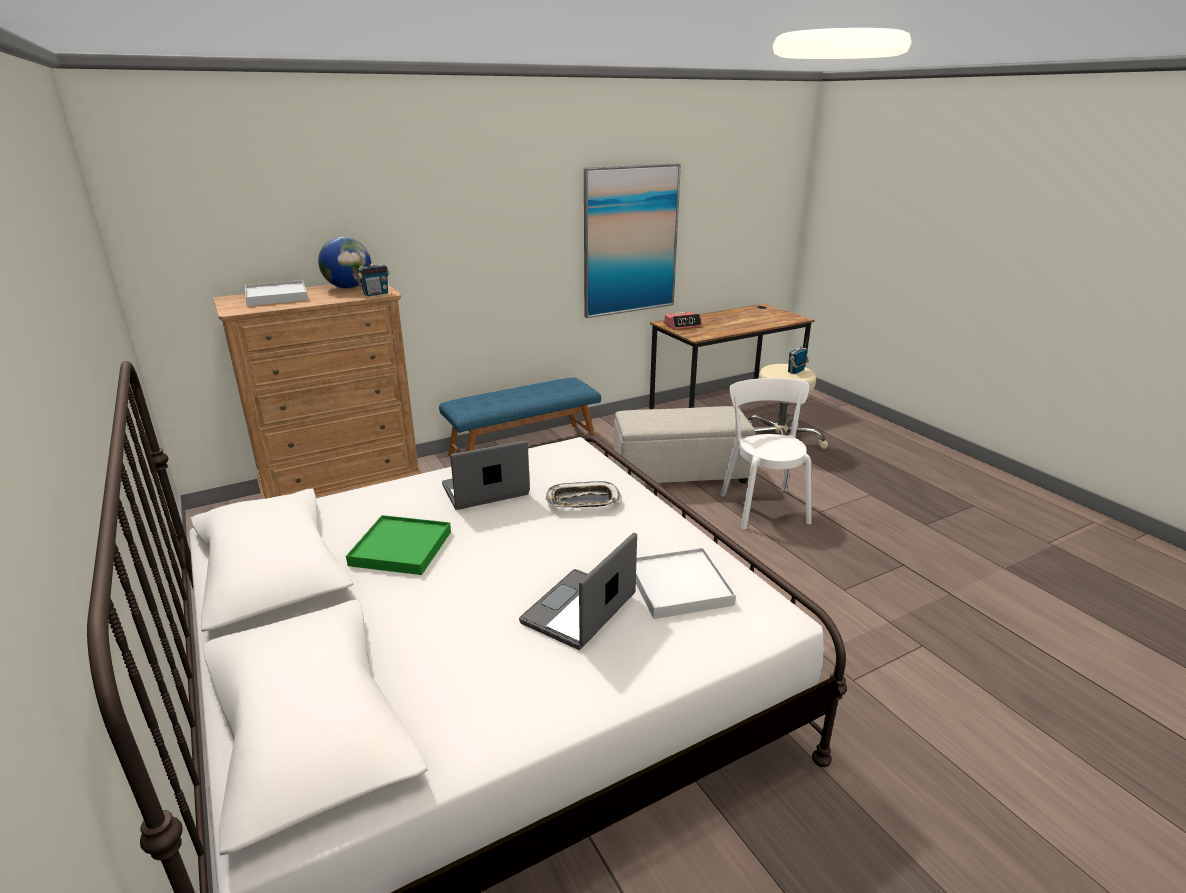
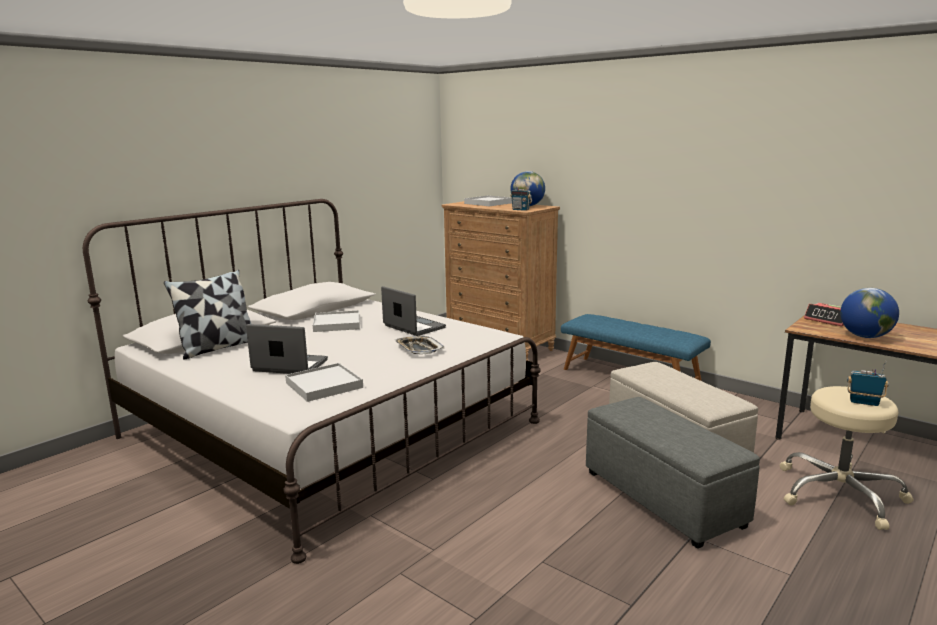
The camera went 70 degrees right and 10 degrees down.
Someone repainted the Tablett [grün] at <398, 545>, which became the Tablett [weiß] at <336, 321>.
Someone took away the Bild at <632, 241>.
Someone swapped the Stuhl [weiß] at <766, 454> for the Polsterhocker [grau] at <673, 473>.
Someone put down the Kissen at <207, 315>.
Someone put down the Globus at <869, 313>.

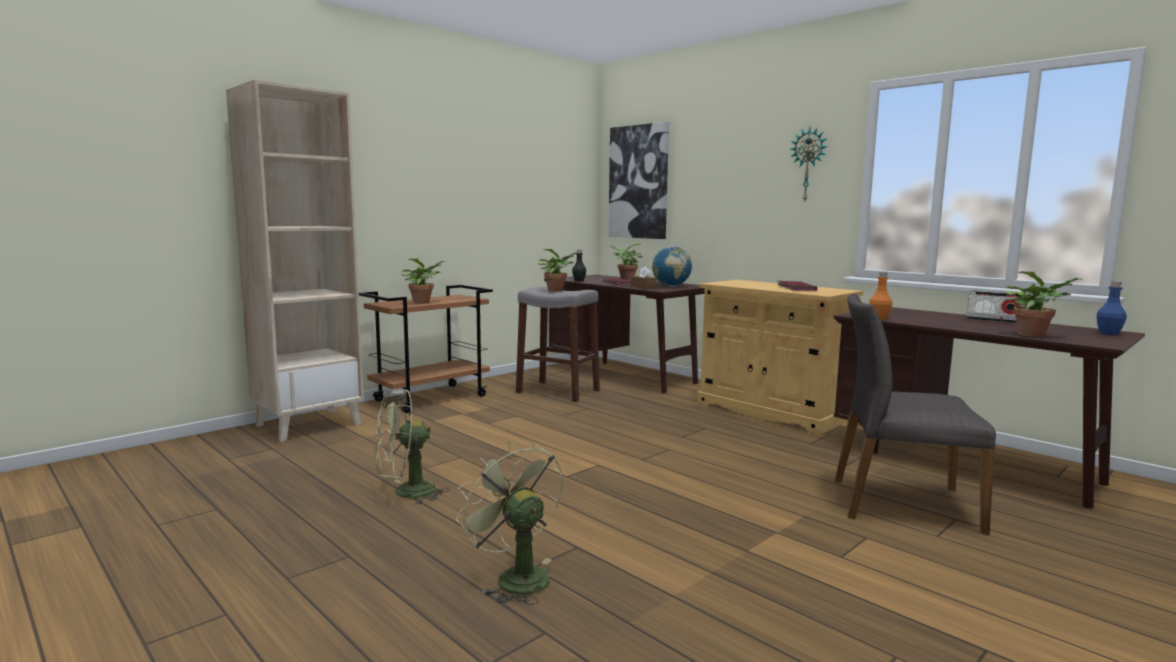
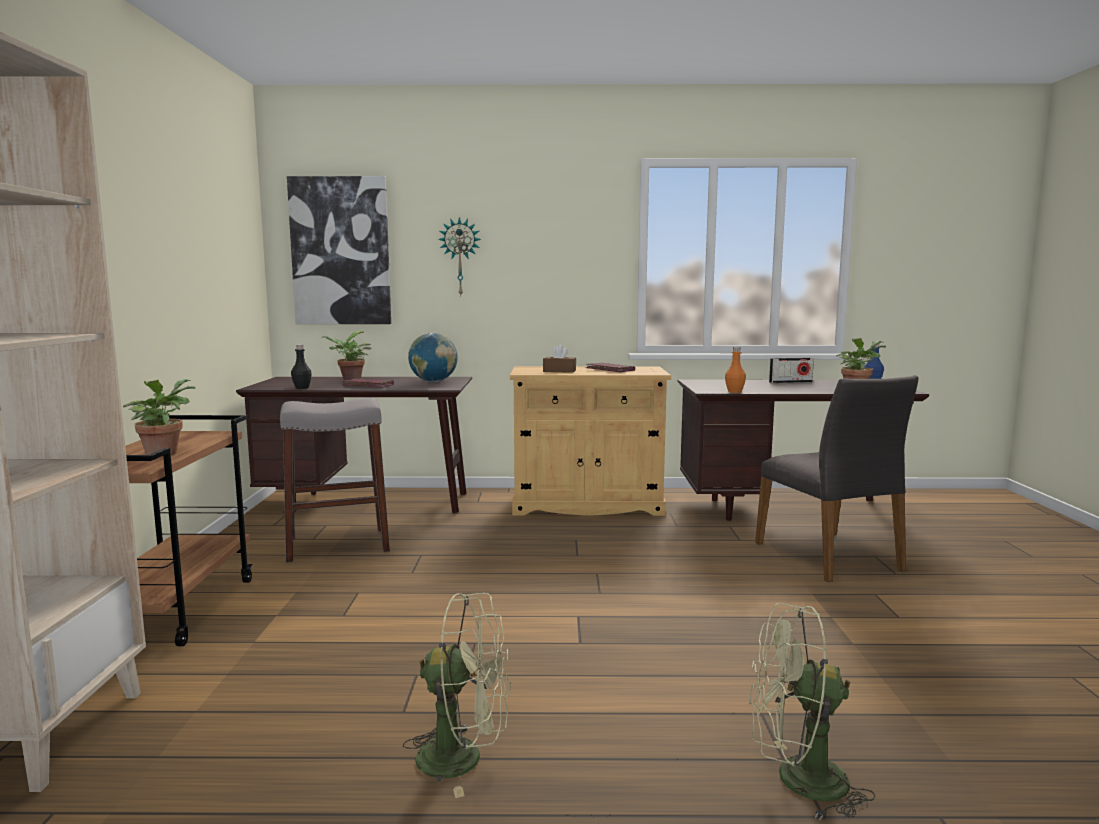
The camera went 45 degrees left and 0 degrees up.
Someone rotated the Ventilator [grün] at <412, 447> by 105 degrees counterclockwise.
Someone took away the Topfpflanze at <558, 270>.
Someone carried the Taschentuchbox [braun] from <644, 278> to <559, 359>.
Someone carried the Wanduhr from <808, 164> to <459, 256>.
Someone rotated the Stuhl [grau] at <915, 414> by 75 degrees counterclockwise.

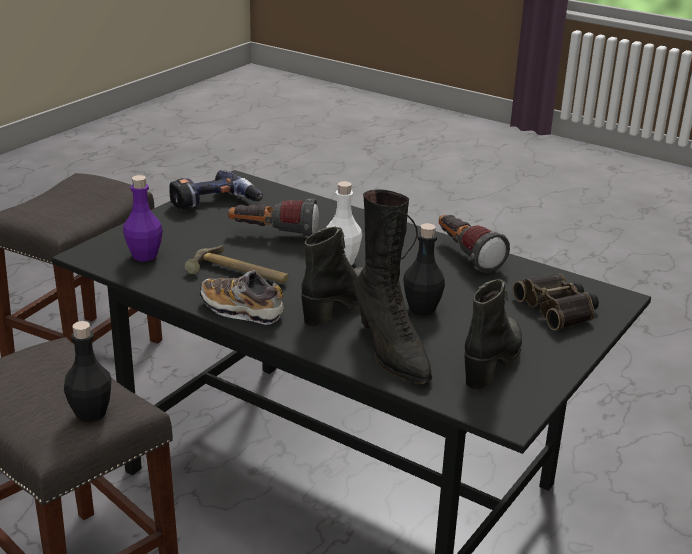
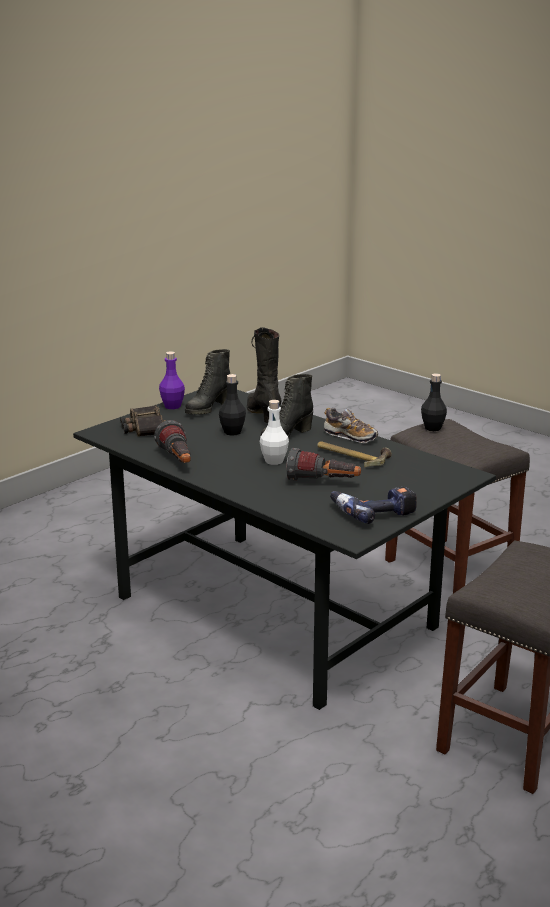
The camera went 170 degrees left and 5 degrees down.
Someone carried the Flasche [lila] from <143, 218> to <172, 380>.

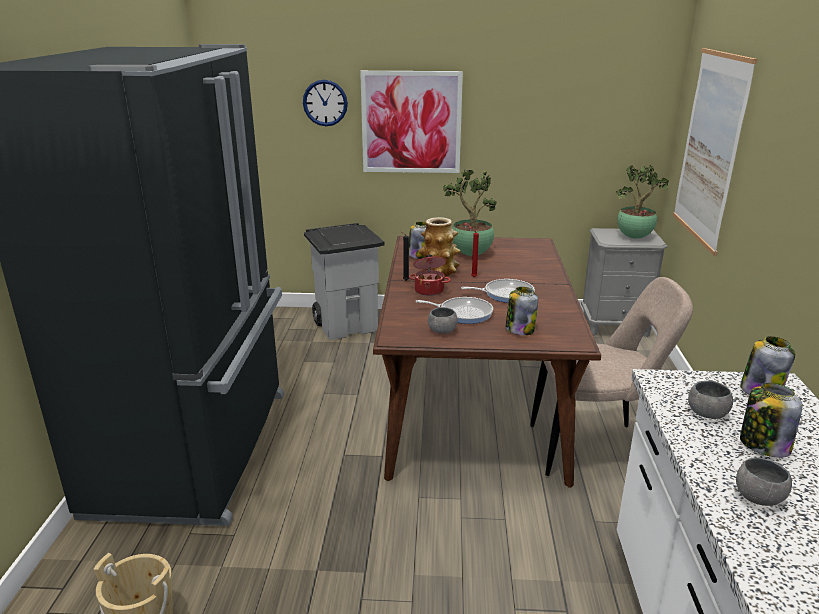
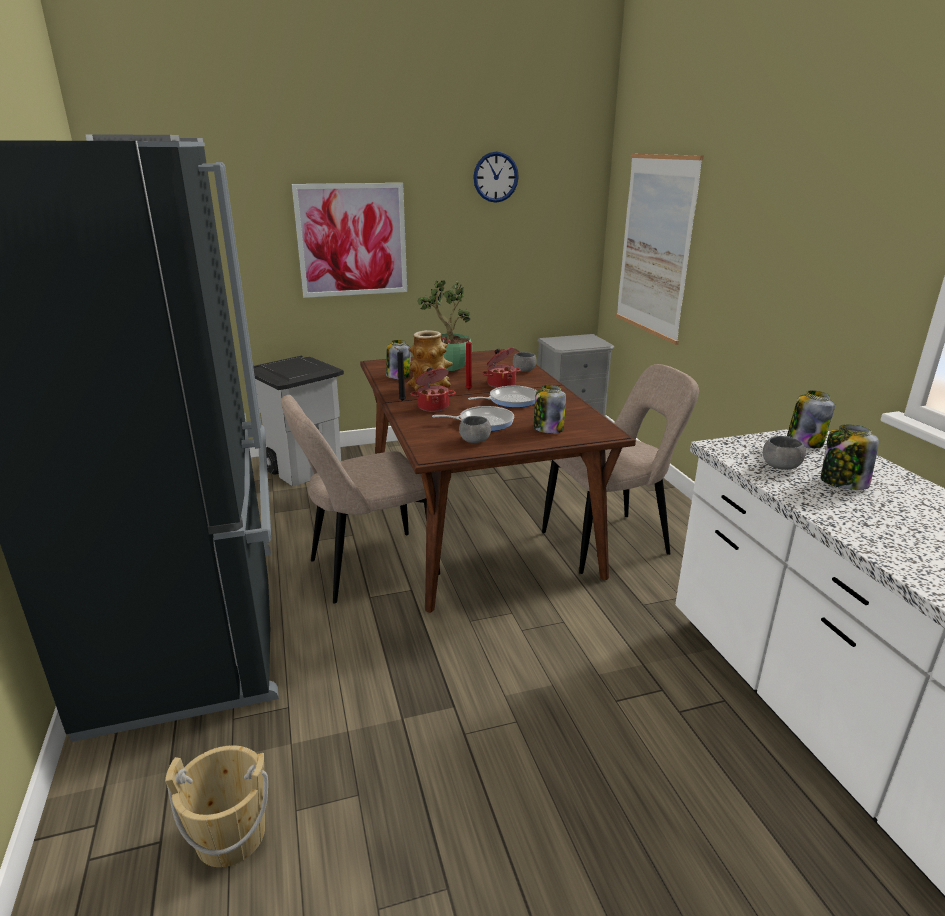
The camera went 20 degrees left and 0 degrees up.
Someone carried the Wanduhr from <325, 103> to <496, 177>.
Someone took away the Topfpflanze at <643, 202>.
Someone carried the Schüssel [grau] from <764, 482> to <525, 362>.
Someone put down the Stuhl [beige] at <360, 499>.
Someone put down the Kochtopf at <501, 367>.

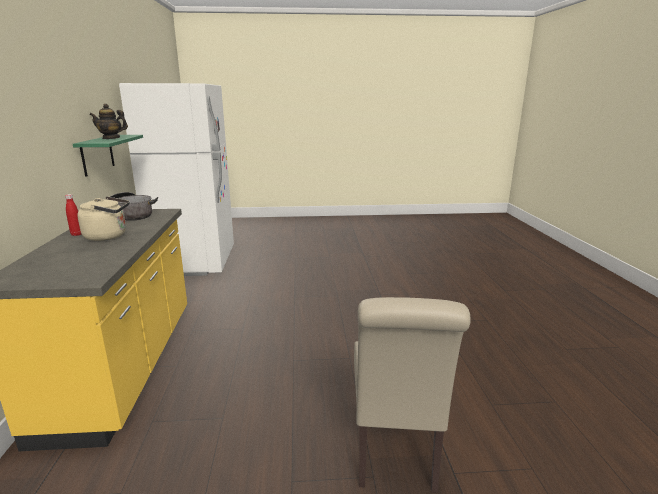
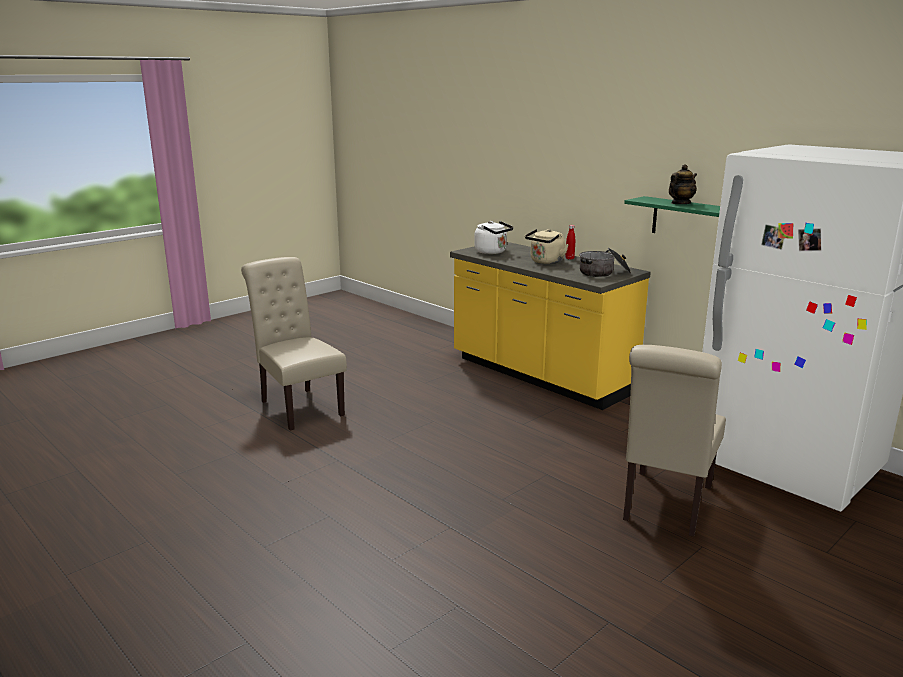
The camera went 140 degrees right and 0 degrees up.
Someone put down the Wasserkessel [weiß] at <493, 237>.
Someone put down the Stuhl [beige] at <674, 441>.

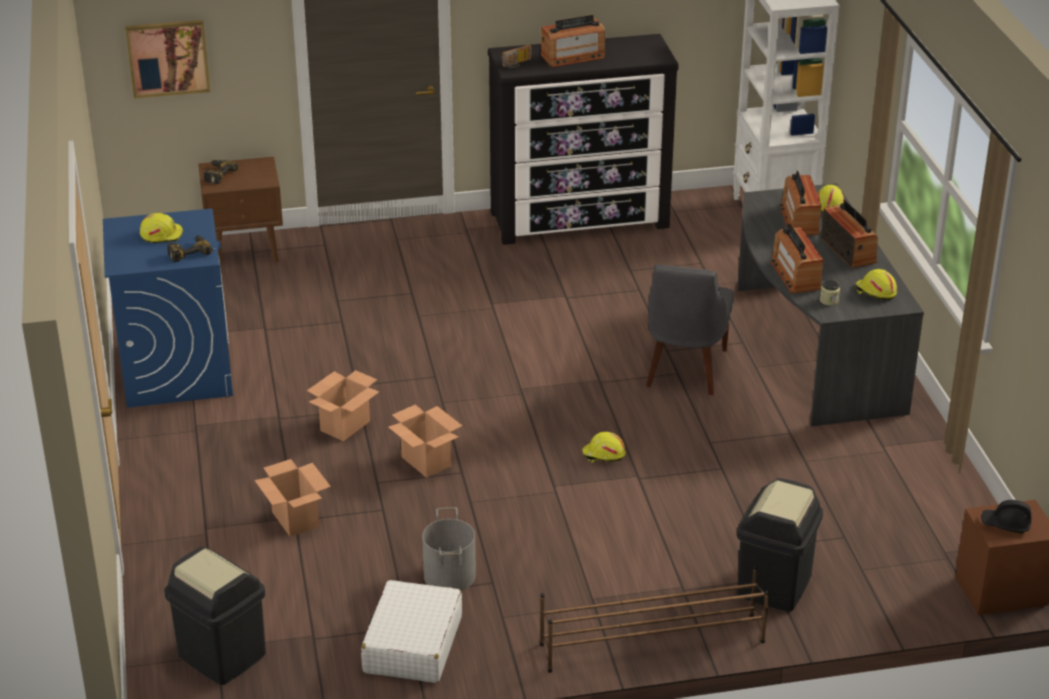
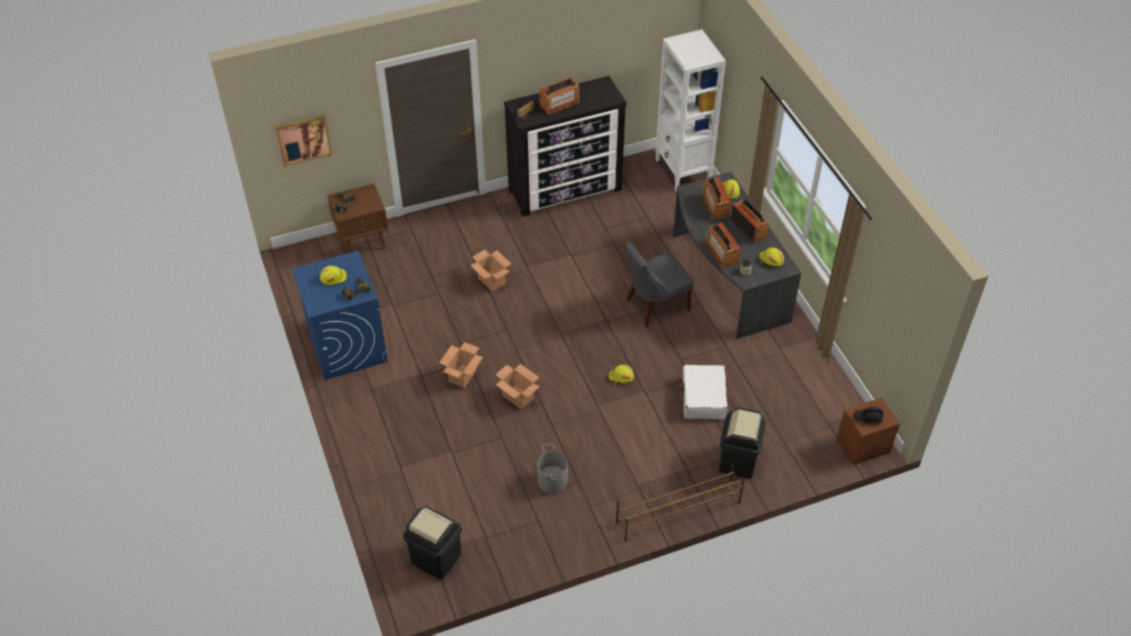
The camera went 10 degrees left and 15 degrees up.
Someone carried the Karton from <293, 498> to <490, 271>.
Someone carried the Koffer [weiß] from <411, 631> to <703, 392>.
Someone rotated the Stuhl [grau] at <690, 330> by 60 degrees clockwise.

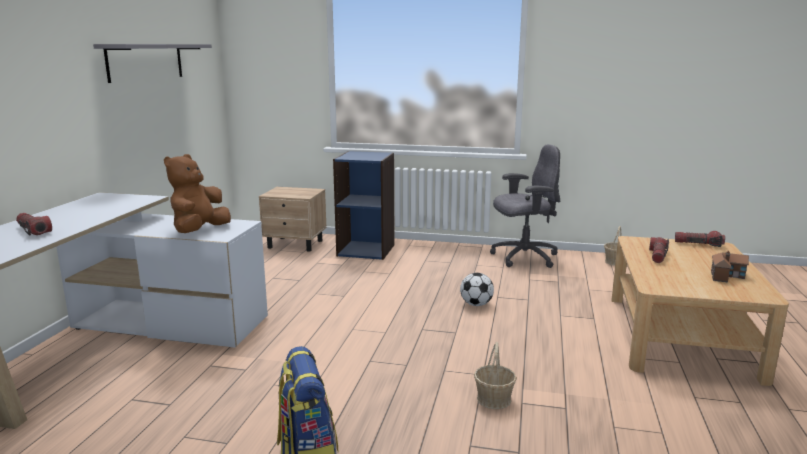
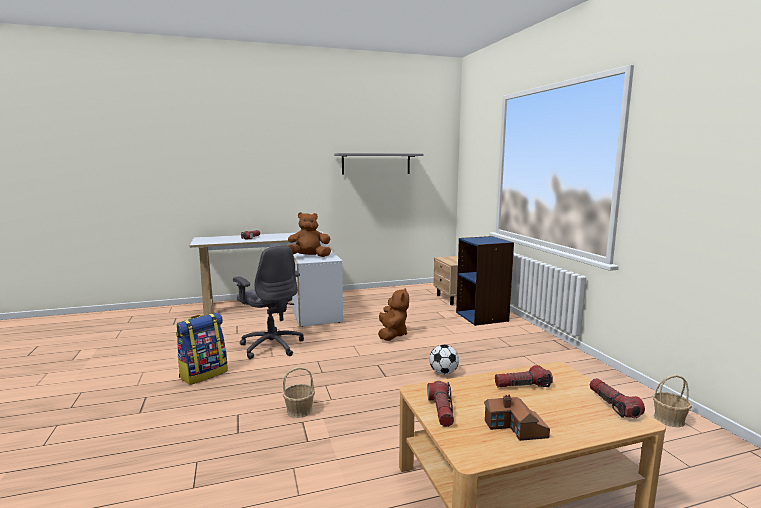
The camera went 60 degrees right and 5 degrees down.
Someone carried the Bürostuhl [grau] from <525, 206> to <268, 302>.
Someone put down the Plüschtier [braun] at <393, 314>.
Someone put down the Taschenlampe at <440, 404>.

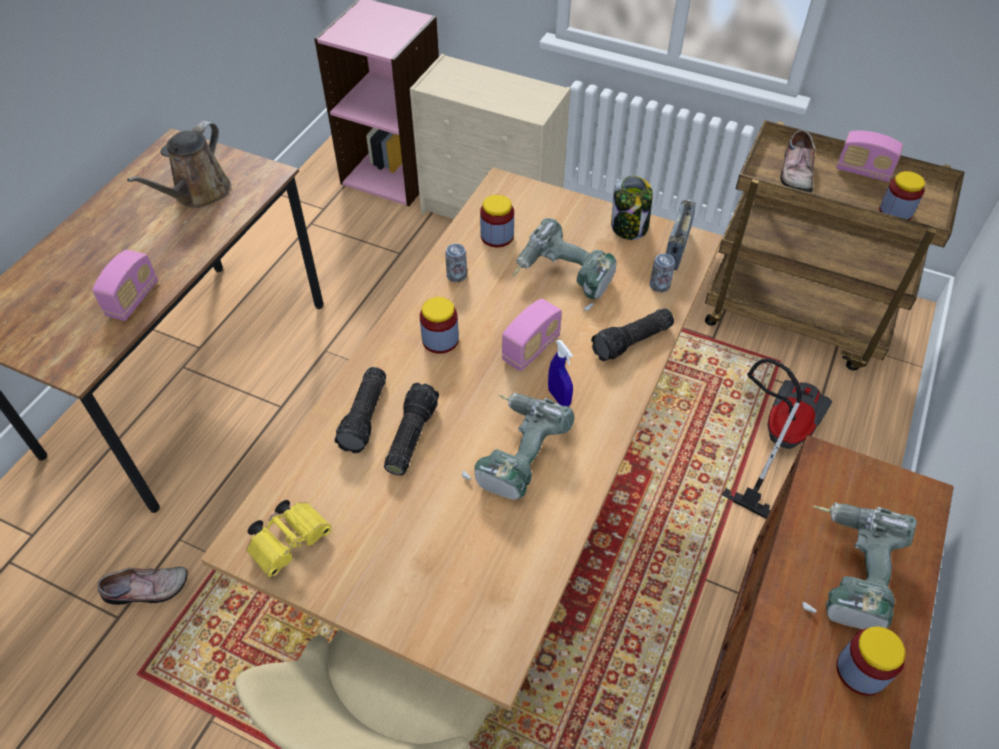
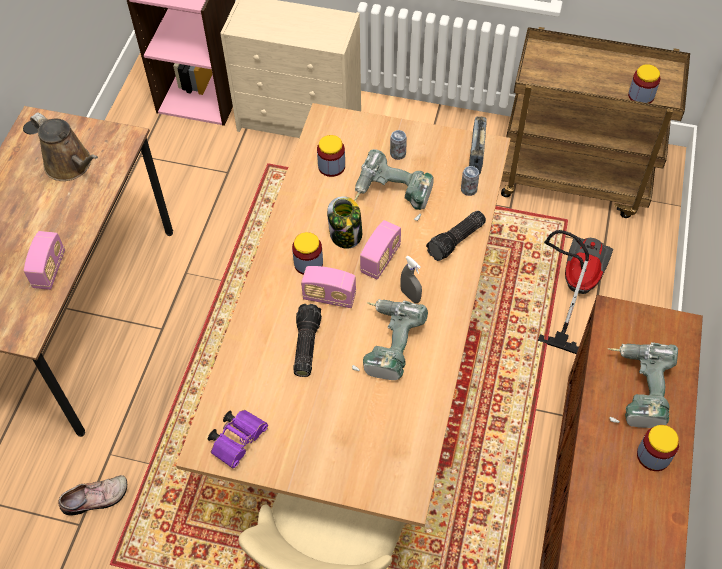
The camera went 10 degrees left and 5 degrees up.
Someone rotated the Gießkanne [braun] at <179, 164> by 60 degrees counterclockwise.
Someone repainted the Fernglas [gelb] at <288, 538>, which became the Fernglas [lila] at <238, 439>.
Someone took away the Taschenlampe at <360, 410>.
Someone carried the Dose from <456, 263> to <398, 145>.
Someone repainted the Sprühflasche [blau] at <560, 373>, which became the Sprühflasche [grau] at <411, 279>.
Someone carried the Vorratsglas from <632, 208> to <344, 222>.
Someone took away the Schuh at <798, 161>.
Someone carried the Radio from <869, 156> to <328, 287>.

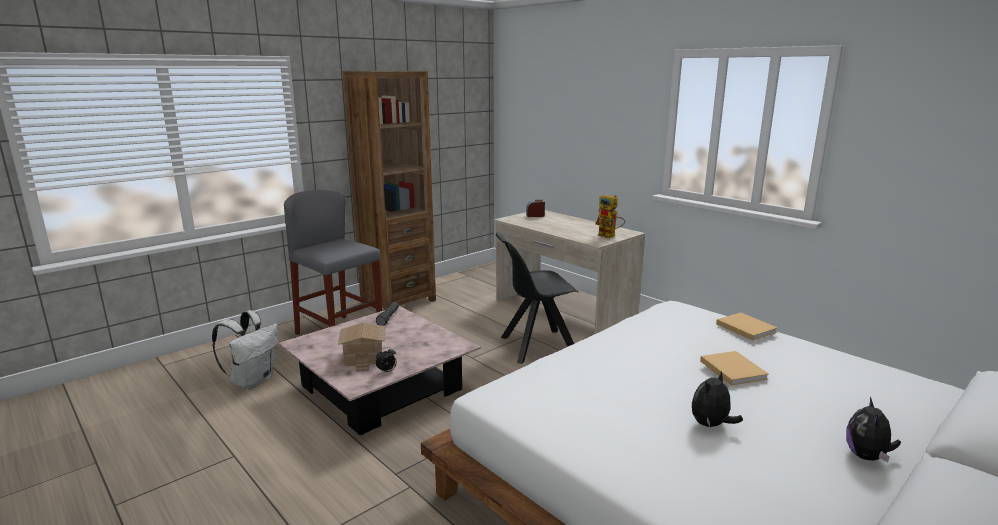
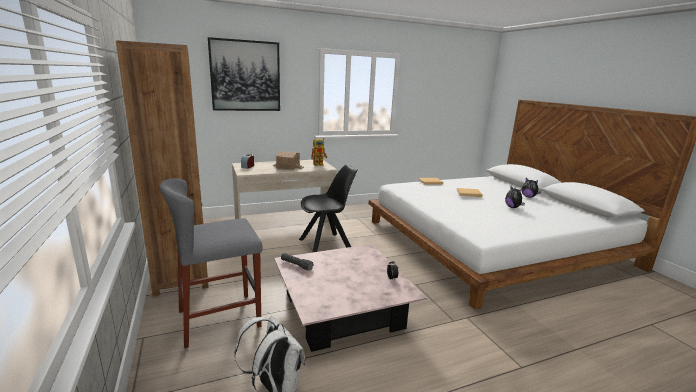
The camera went 70 degrees left and 0 degrees up.
Someone carried the Spielzeughaus from <362, 347> to <288, 160>.
Someone rotated the Stuhl [schwarz] at <537, 298> by 120 degrees counterclockwise.
Someone put up the Bild at <244, 74>.

